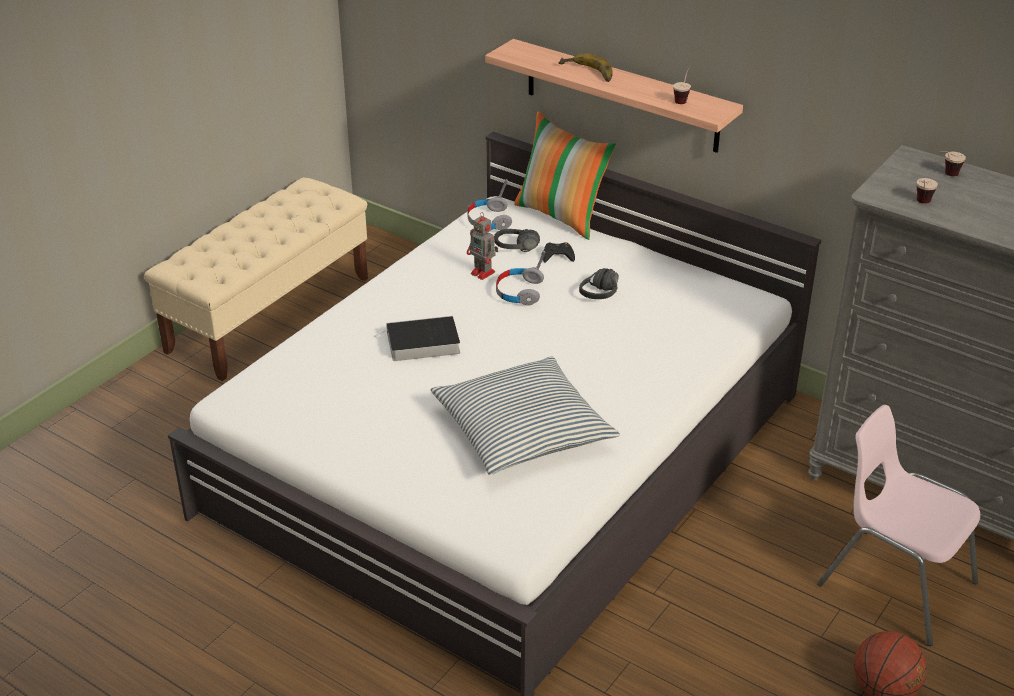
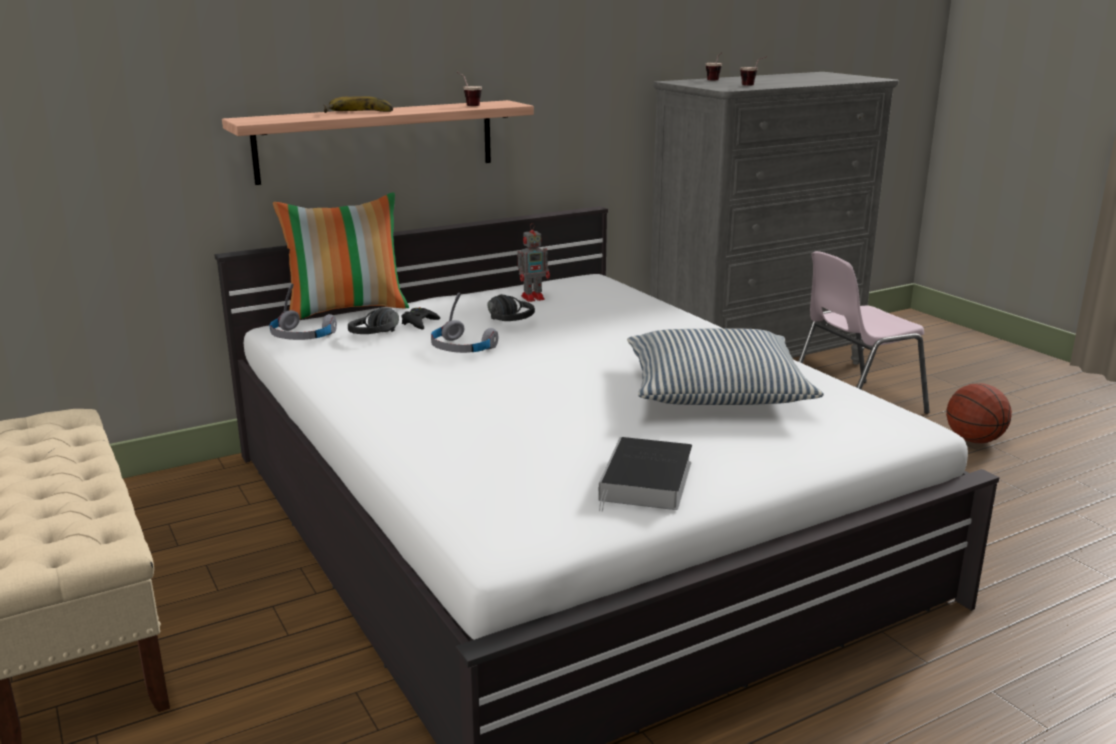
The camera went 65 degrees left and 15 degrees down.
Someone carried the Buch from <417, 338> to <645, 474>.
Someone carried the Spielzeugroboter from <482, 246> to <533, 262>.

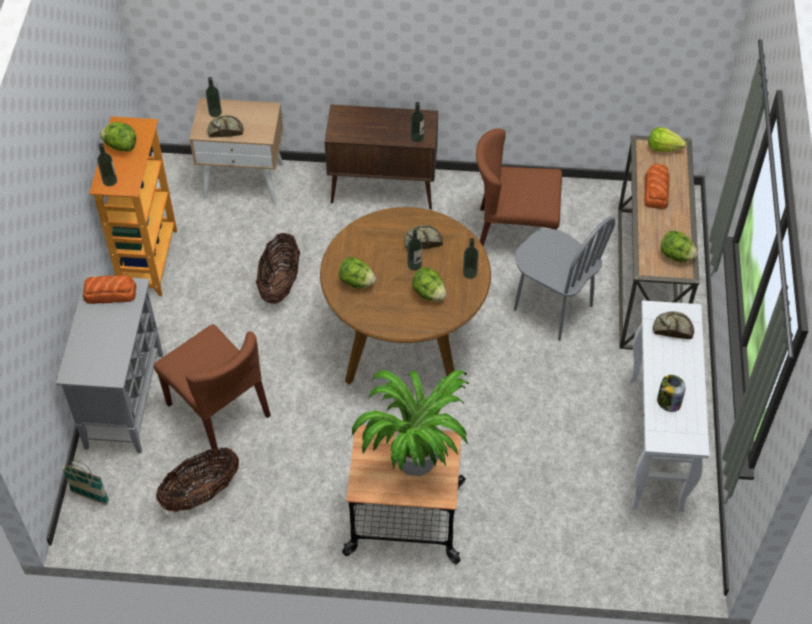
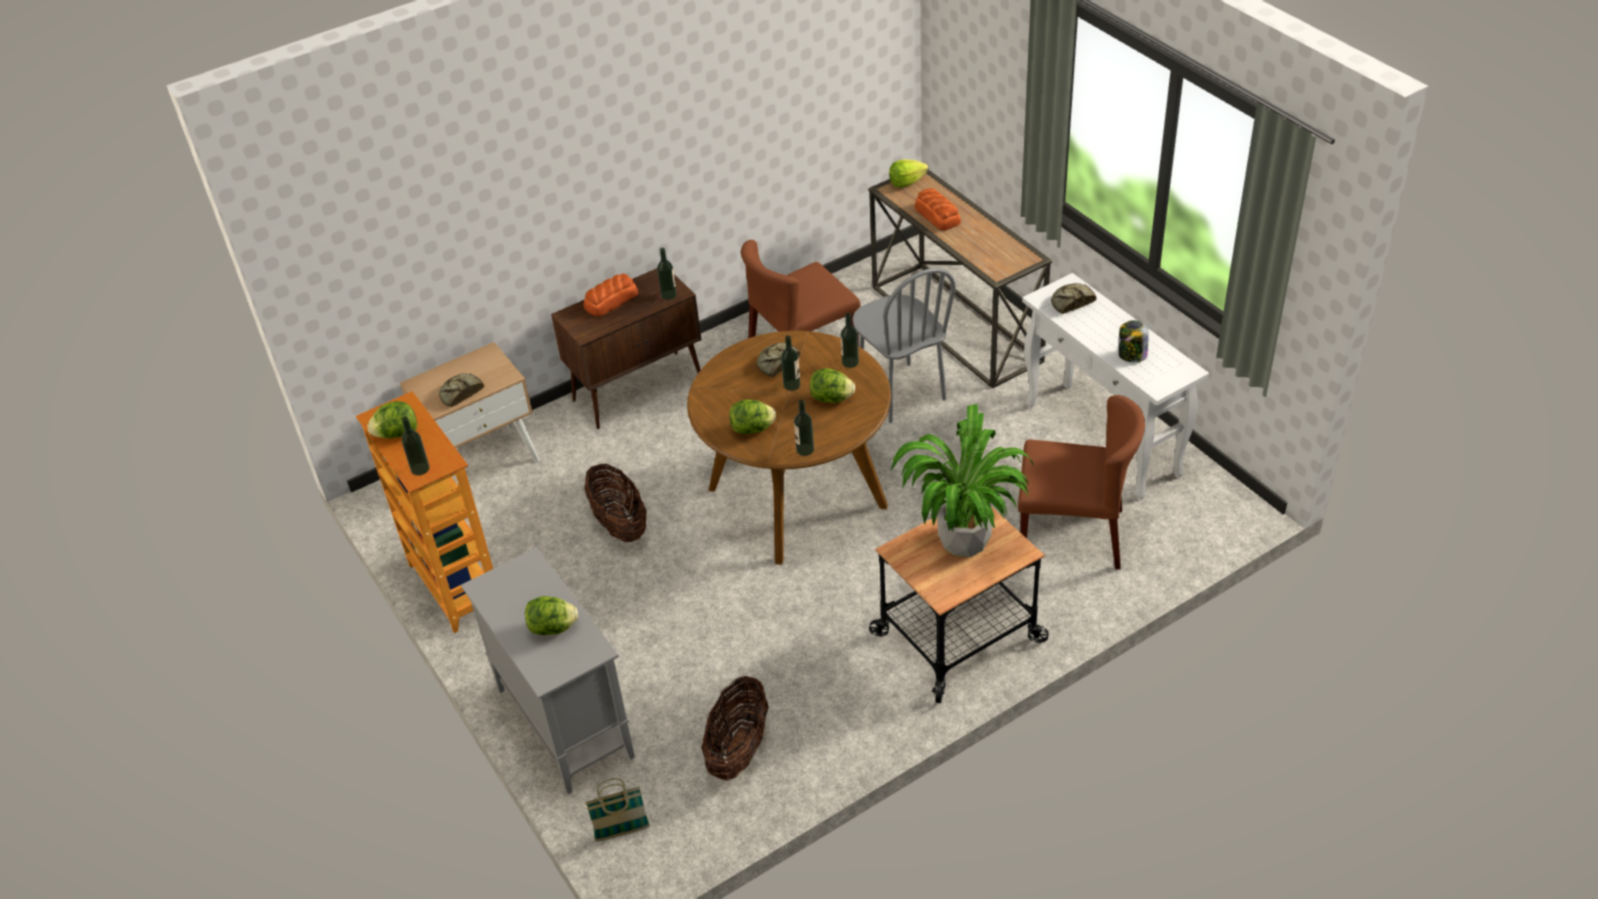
The camera went 35 degrees left and 10 degrees down.
Someone carried the Brot from <109, 289> to <611, 294>.
Someone carried the Stuhl [braun] from <212, 389> to <1081, 482>.
Someone carried the Flasche from <214, 97> to <804, 428>.
Someone rotated the Stuhl [grau] at <564, 279> by 60 degrees clockwise.
Someone carried the Salatkopf from <679, 246> to <551, 615>.

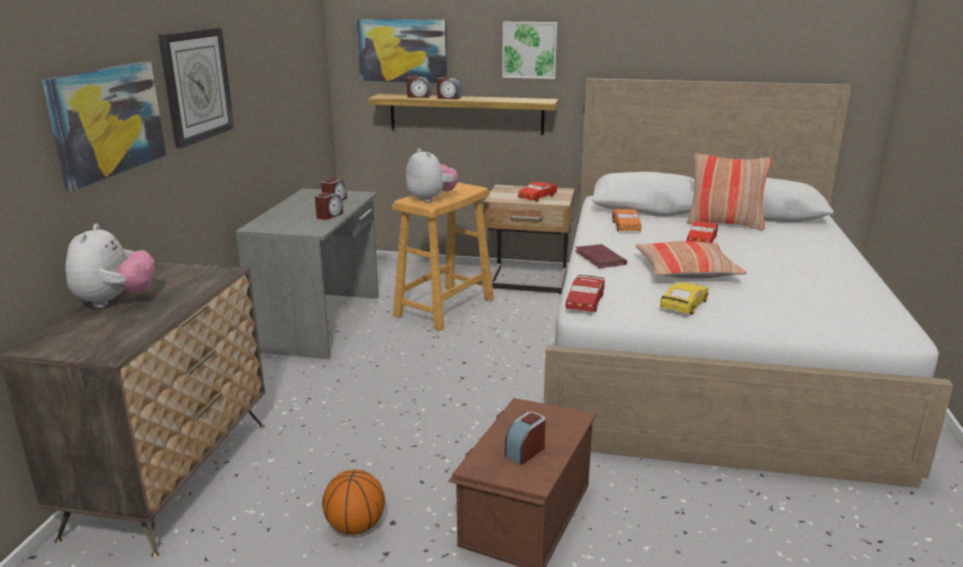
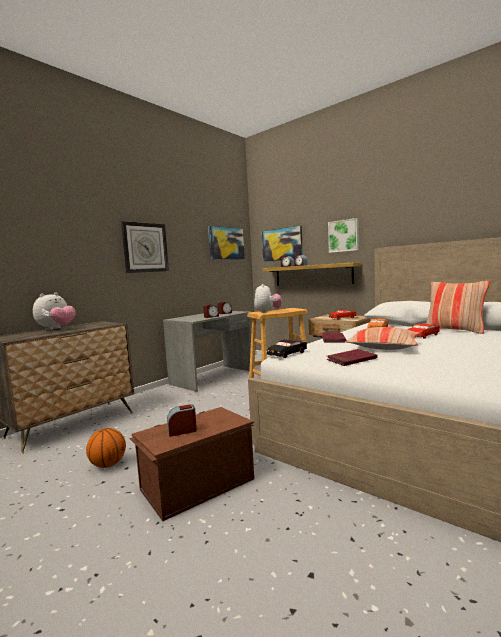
The camera went 30 degrees right and 15 degrees down.
Someone carried the Bild from <104, 126> to <226, 243>.
Someone repainted the Spielzeugauto [rot] at <585, 293>, which became the Spielzeugauto [schwarz] at <287, 348>.
Someone swapped the Spielzeugauto [gelb] at <684, 298> for the Buch [rot] at <352, 357>.

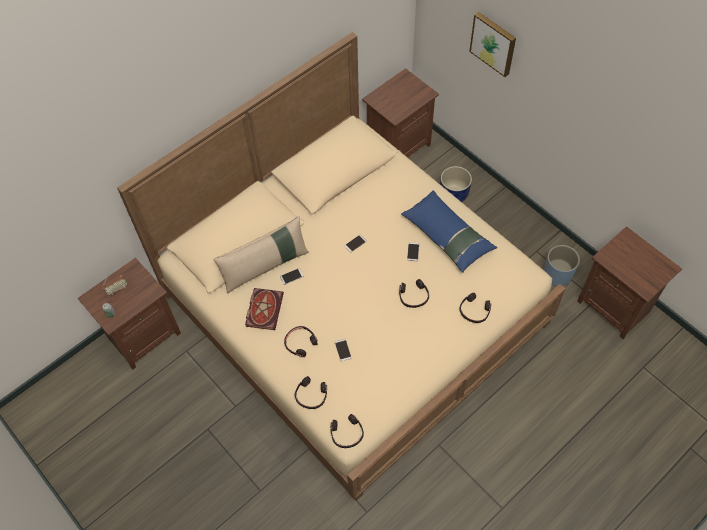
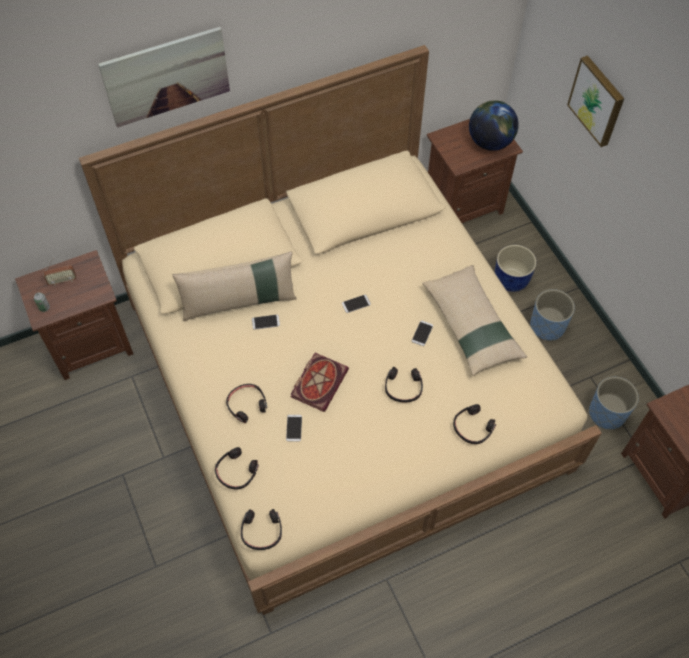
The camera went 15 degrees right and 0 degrees up.
Someone carried the Buch from <264, 309> to <319, 382>.
Someone repainted the Kissen [blau] at <449, 231>, which became the Kissen [beige] at <474, 320>.
Someone put up the Bild at <164, 77>.
Someone put down the Globus at <494, 125>.
Someone put down the Pflanzkübel [blau] at <552, 315>.

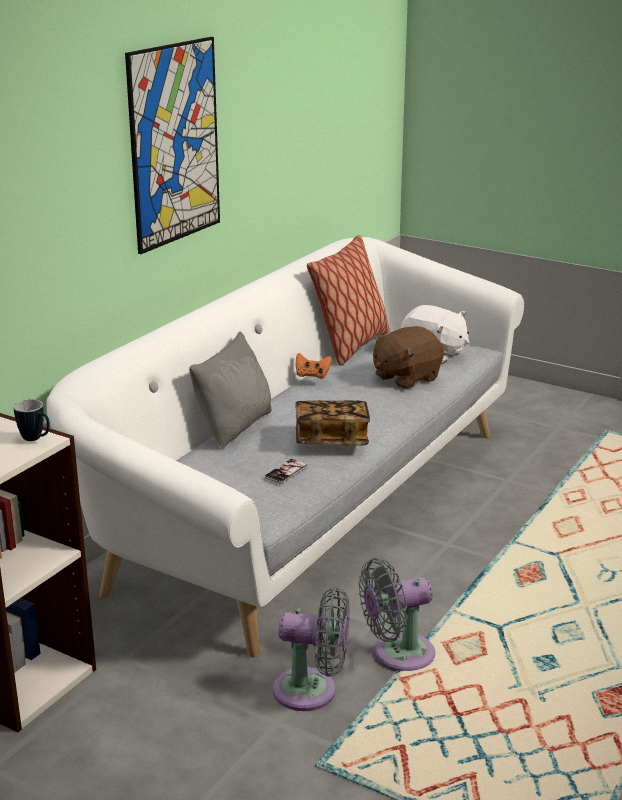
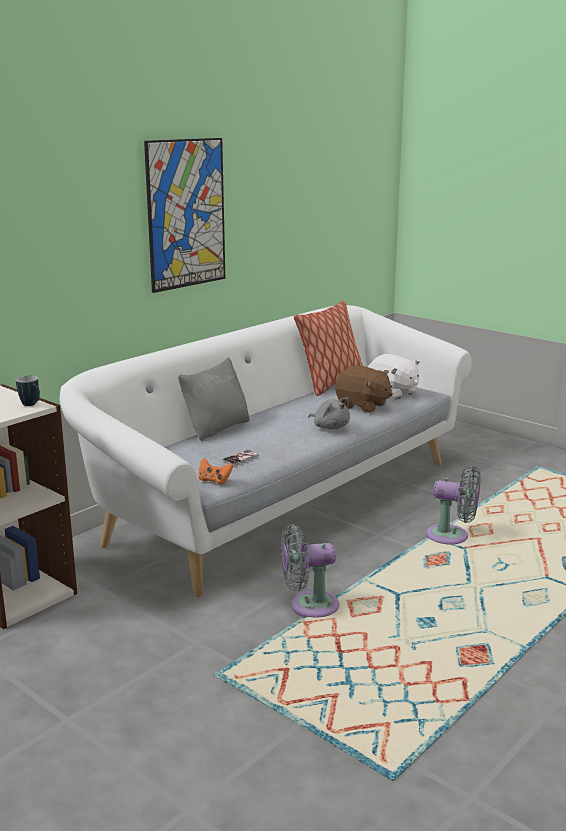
The camera went 10 degrees right and 5 degrees down.
Someone carried the Ventilator [grau] from <311, 649> to <453, 505>.
Someone took away the Buch at <332, 423>.
Someone carried the Gamepad [orange] from <314, 366> to <216, 471>.
Someone rotated the Plüschtier [braun] at <408, 357> by 120 degrees counterclockwise.
Someone put down the Plüschtier [grau] at <329, 414>.

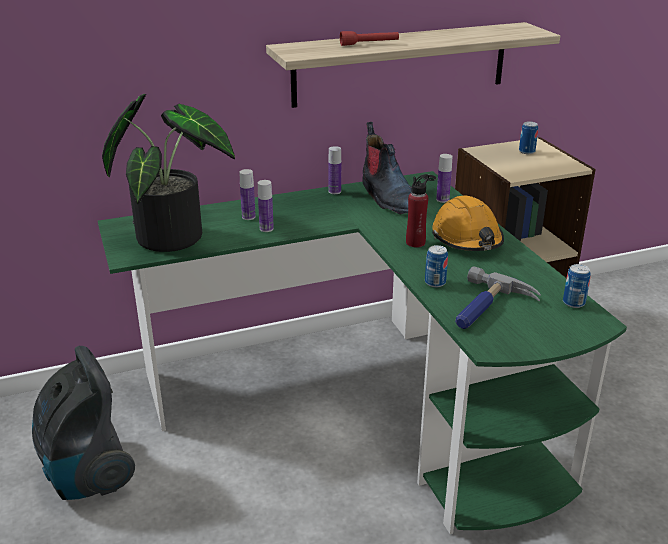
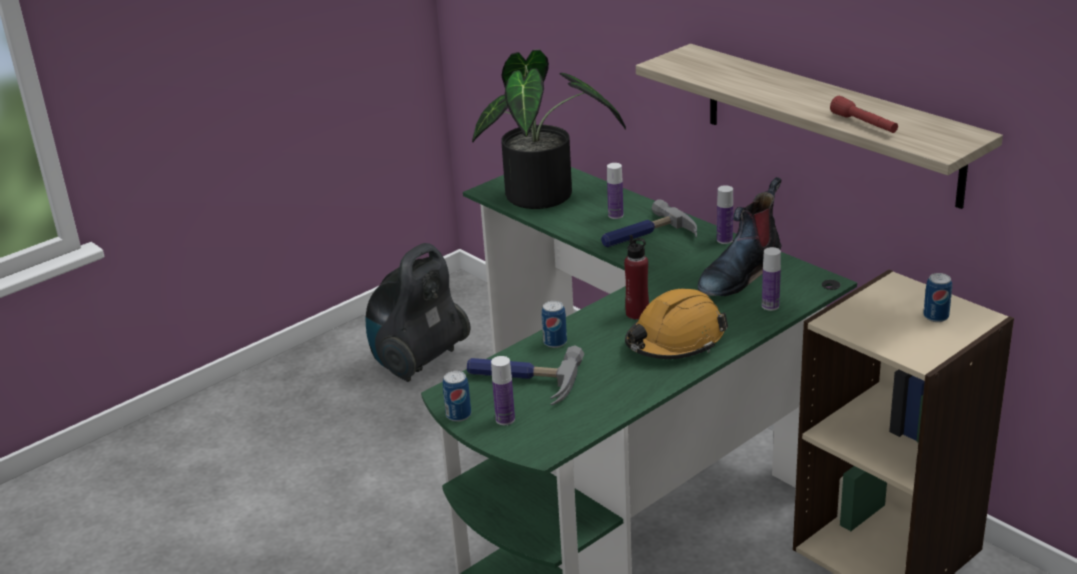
The camera went 70 degrees right and 0 degrees up.
Someone carried the Flasche from <266, 206> to <503, 390>.
Someone carried the Taschenlampe [rot] from <369, 38> to <864, 114>.
Someone carried the Dose from <577, 286> to <457, 396>.
Someone put down the Hammer at <649, 223>.

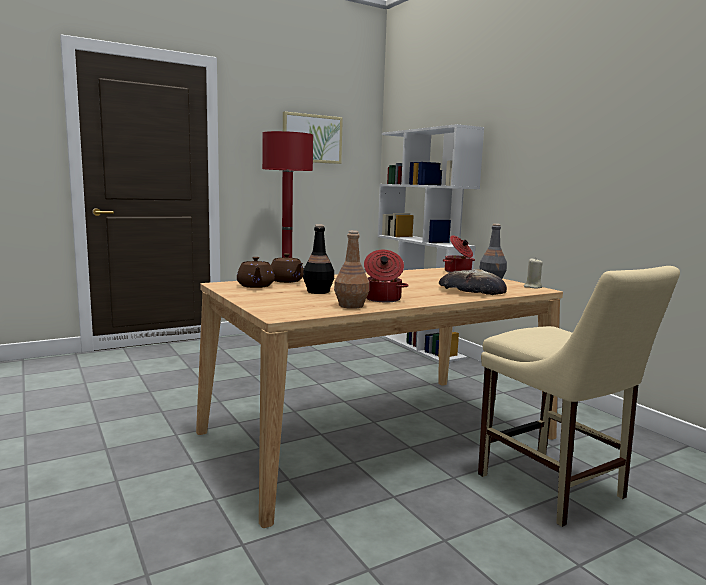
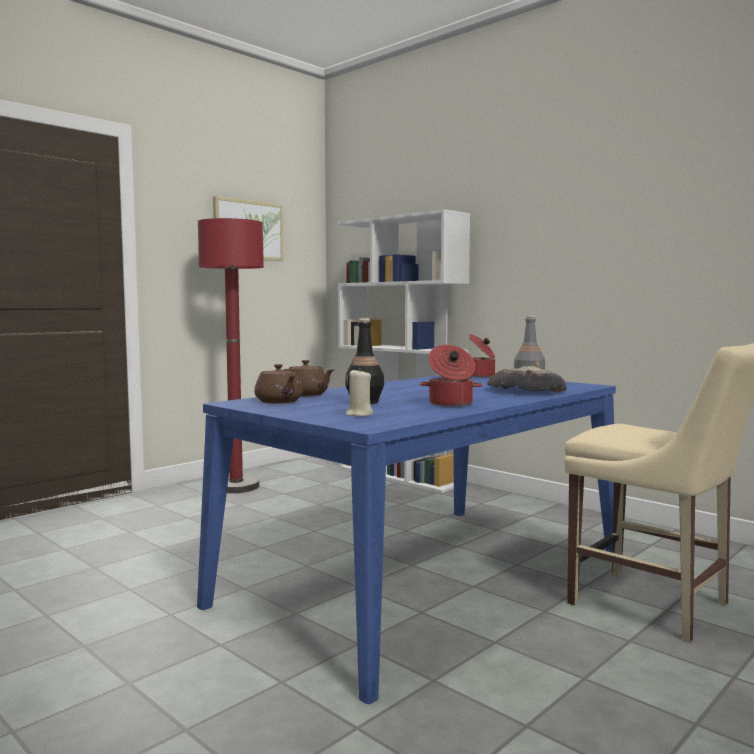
The camera went 15 degrees left and 5 degrees down.
Someone repainted the Esstisch [beige] at <379, 398>, which became the Esstisch [blau] at <406, 539>.
Someone took away the Flasche [braun] at <351, 270>.
Someone carried the Kerze [beige] from <533, 273> to <359, 392>.

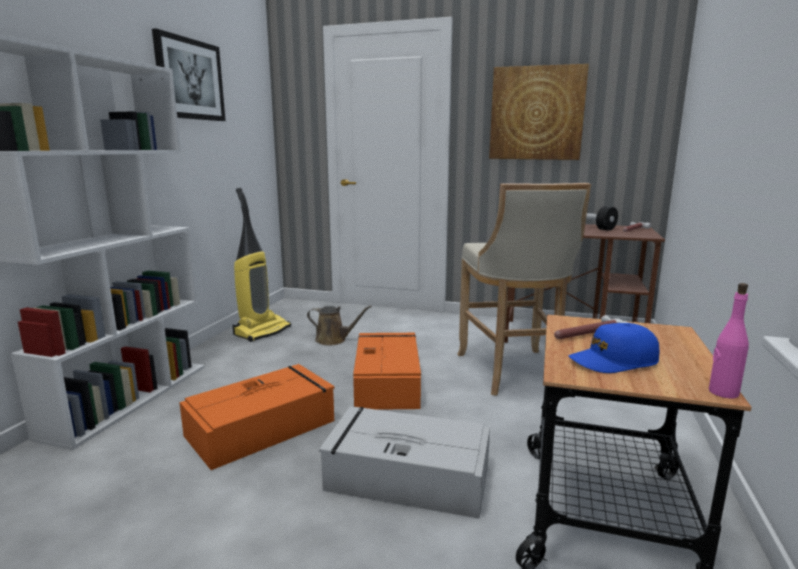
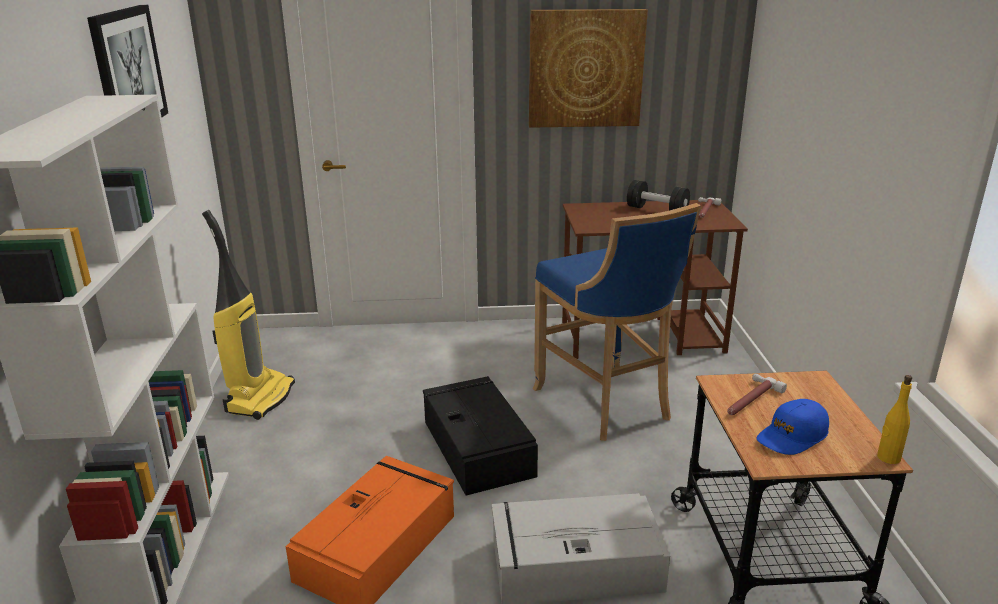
The camera went 20 degrees left and 10 degrees up.
Someone took away the Gießkanne [braun] at <339, 326>.
Someone repainted the Aufbewahrungsbox [orange] at <387, 371>, which became the Aufbewahrungsbox [schwarz] at <480, 436>.
Someone repainted the Hocker [beige] at <524, 289>, which became the Hocker [blau] at <617, 322>.
Someone repainted the Flasche [rosa] at <729, 340>, which became the Flasche [gelb] at <894, 419>.

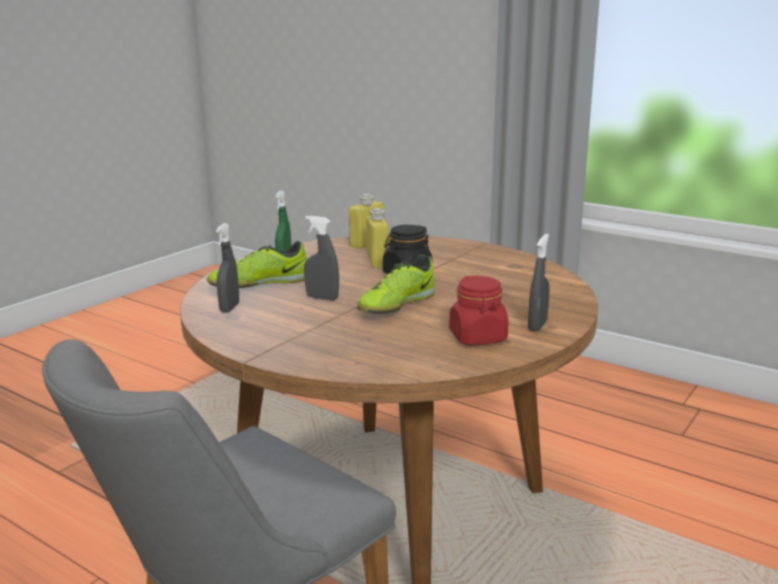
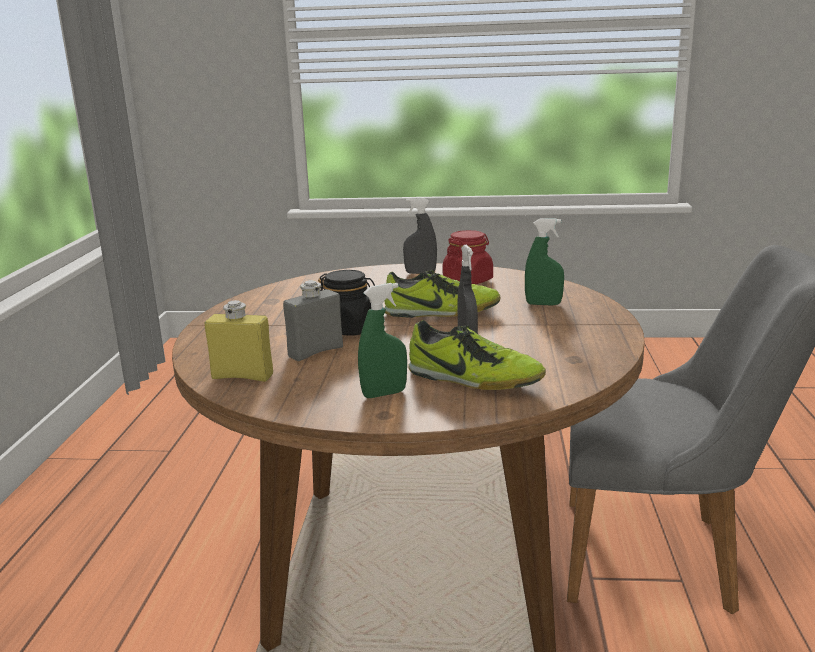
The camera went 120 degrees left and 0 degrees up.
Someone took away the Sprühflasche [grau] at <227, 268>.
Someone repainted the Flasche [gelb] at <377, 238>, which became the Flasche [grau] at <313, 320>.
Someone put down the Sprühflasche [grün] at <544, 262>.

